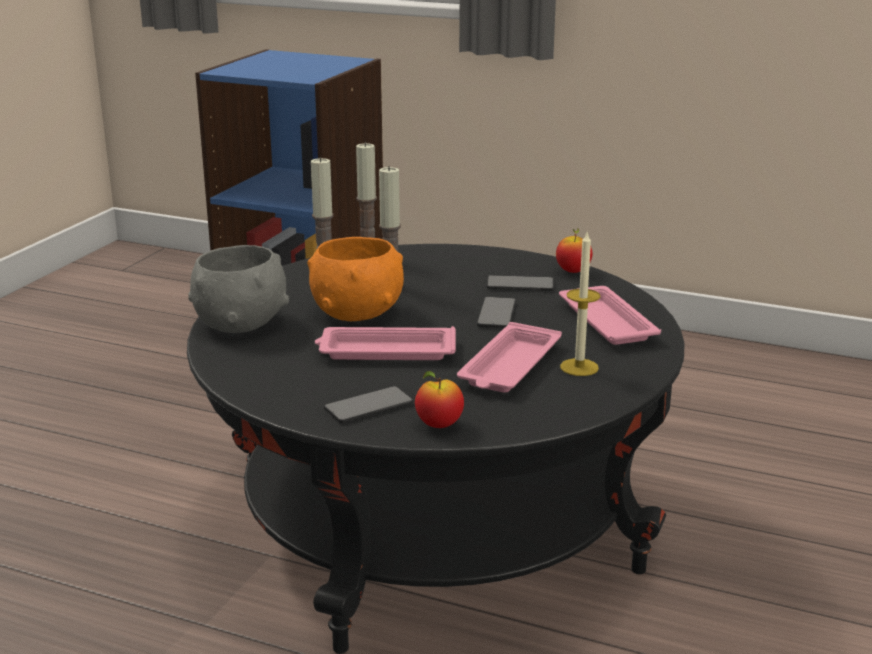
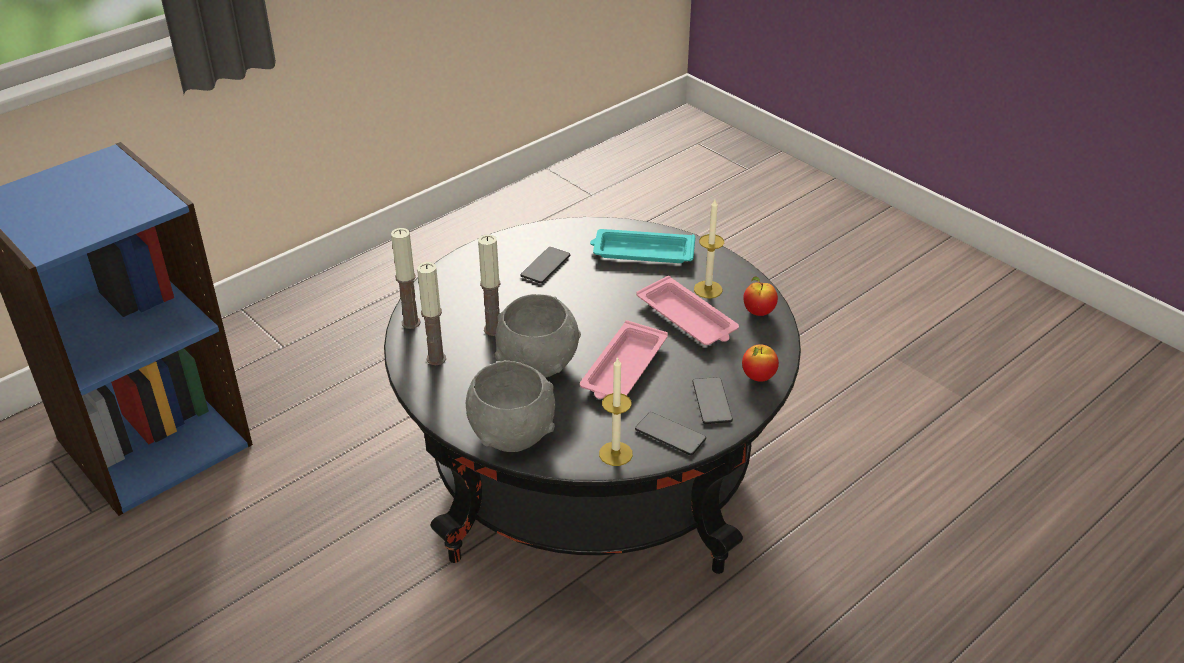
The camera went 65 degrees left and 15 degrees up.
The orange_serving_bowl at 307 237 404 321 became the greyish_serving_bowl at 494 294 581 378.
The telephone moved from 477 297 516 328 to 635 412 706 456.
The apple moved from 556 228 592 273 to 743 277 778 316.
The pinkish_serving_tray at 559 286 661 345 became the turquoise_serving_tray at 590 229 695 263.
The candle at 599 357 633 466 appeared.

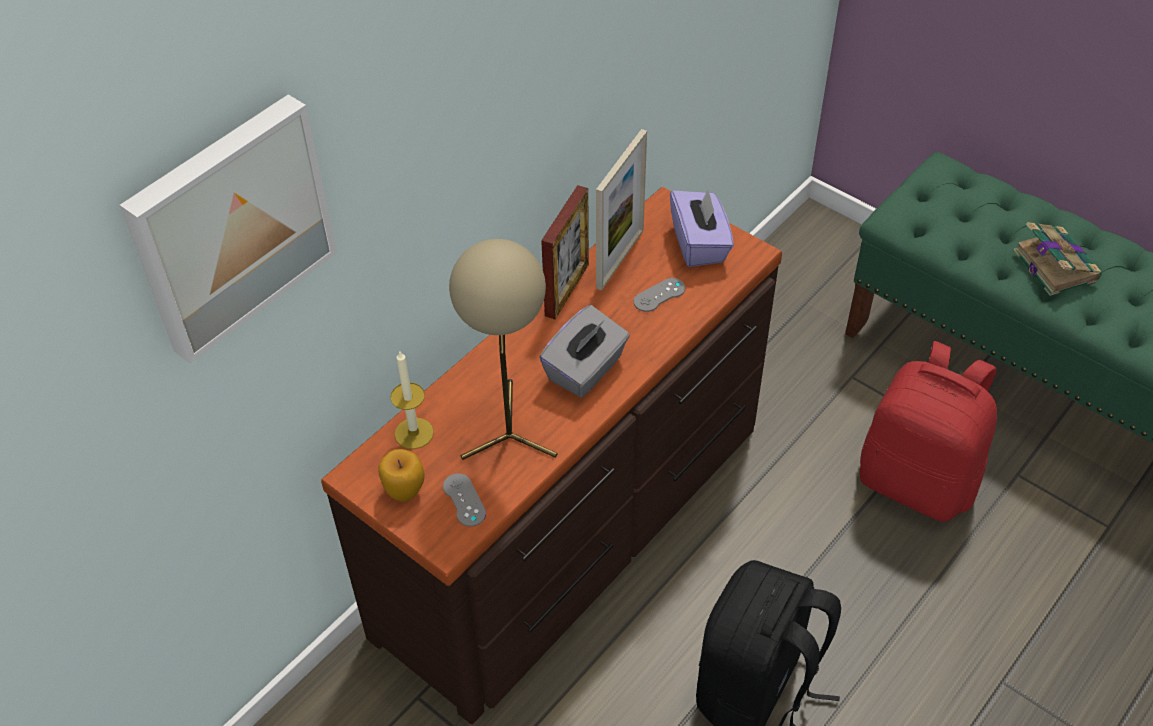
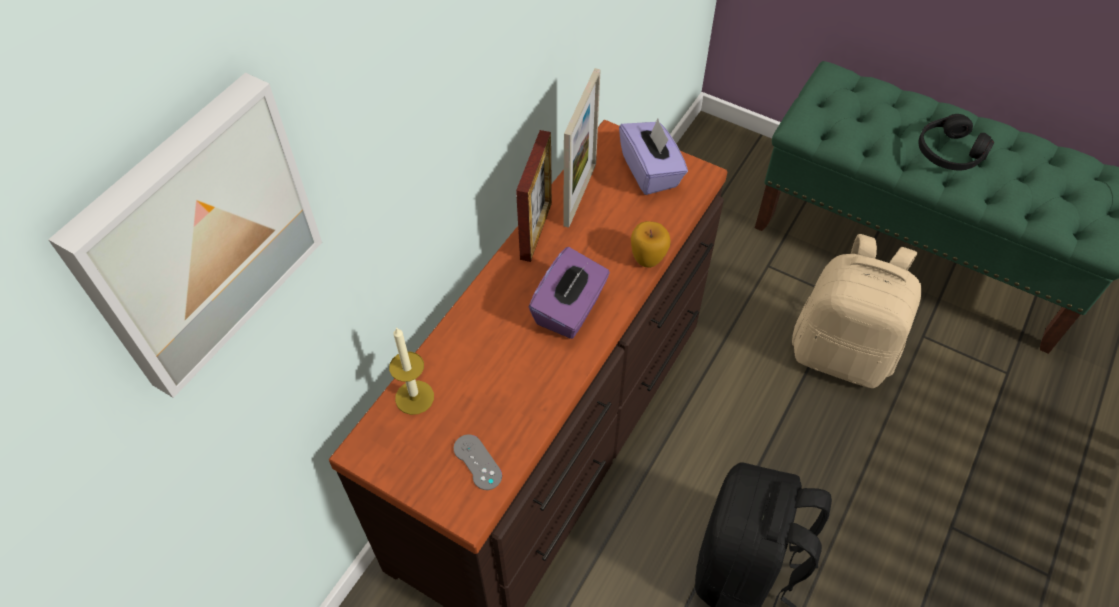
The camera went 10 degrees left and 5 degrees up.
The apple moved from 378 449 425 502 to 631 221 671 268.
The beige-coloured_table_lamp at 449 239 558 460 disappeared.
The greyish_tissue_holder at 539 305 630 398 became the purple-coloured_tissue_holder at 529 247 610 339.
The greyish_gamepad at 633 278 685 312 disappeared.
The red_rucksack at 860 341 997 522 became the beige-coloured_rucksack at 792 234 921 388.
The bound_book at 1013 222 1102 296 was replaced by the black-coloured_headphones at 918 114 994 170.

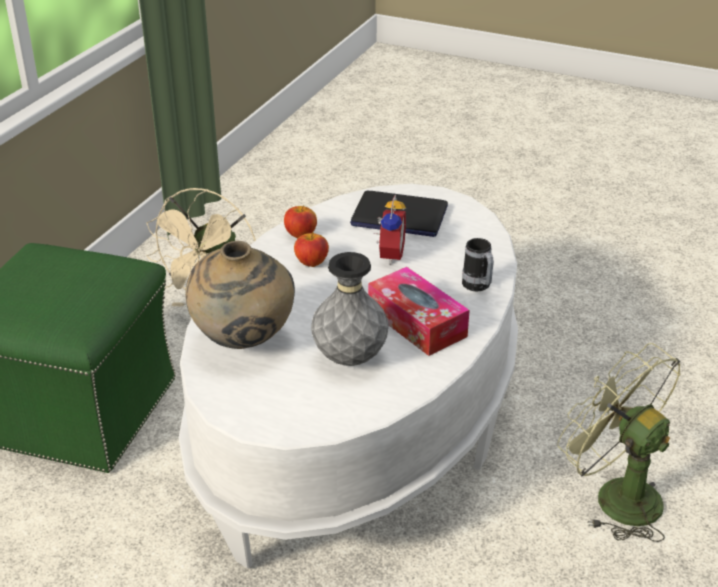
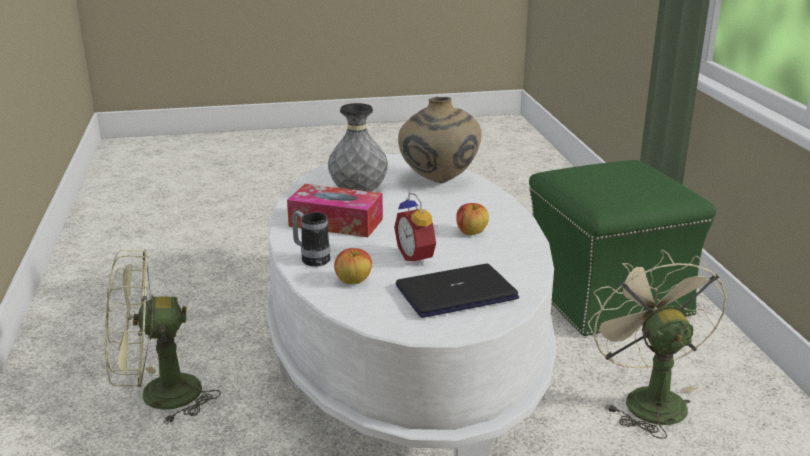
The camera went 145 degrees right and 10 degrees down.
The apple moved from 284 205 317 238 to 334 248 372 284.
The green-coloured_fan at 557 343 680 542 turned 150 degrees clockwise.

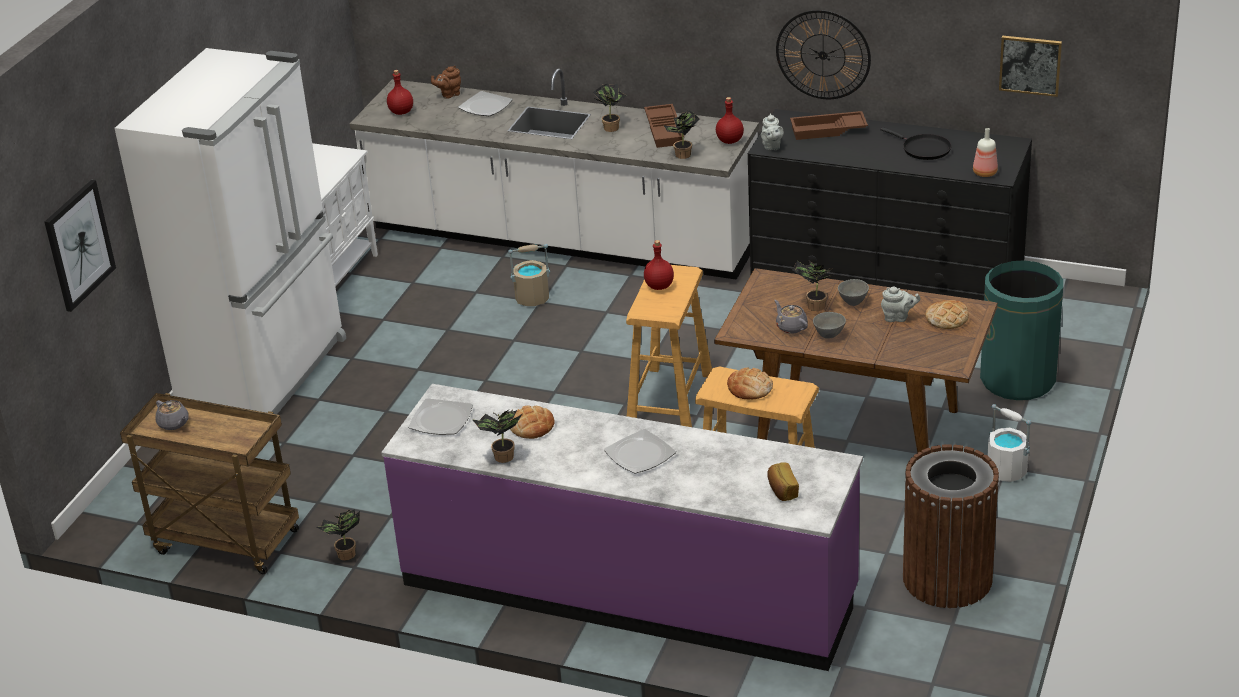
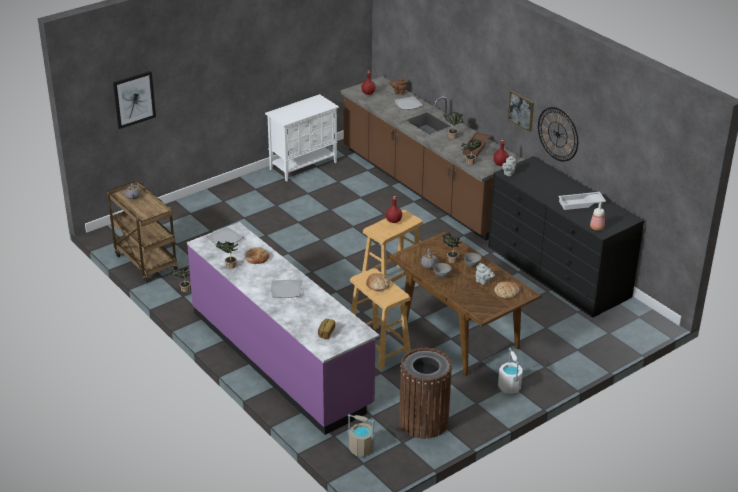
The camera went 30 degrees right and 0 degrees up.
The whitish_kitchen_fridge at 115 48 346 414 disappeared.
The whitish_counter at 350 68 759 280 became the brownish_counter at 340 76 524 240.
The beige-coloured_bucket moved from 508 244 550 306 to 348 414 375 457.
The brownish_serving_tray at 790 111 868 140 disappeared.
The black-coloured_pan at 880 127 951 160 was replaced by the whitish_serving_tray at 558 192 606 210.
The green-coloured_rubbish_bin at 980 260 1063 400 disappeared.
The picture moved from 999 36 1062 97 to 508 91 534 132.

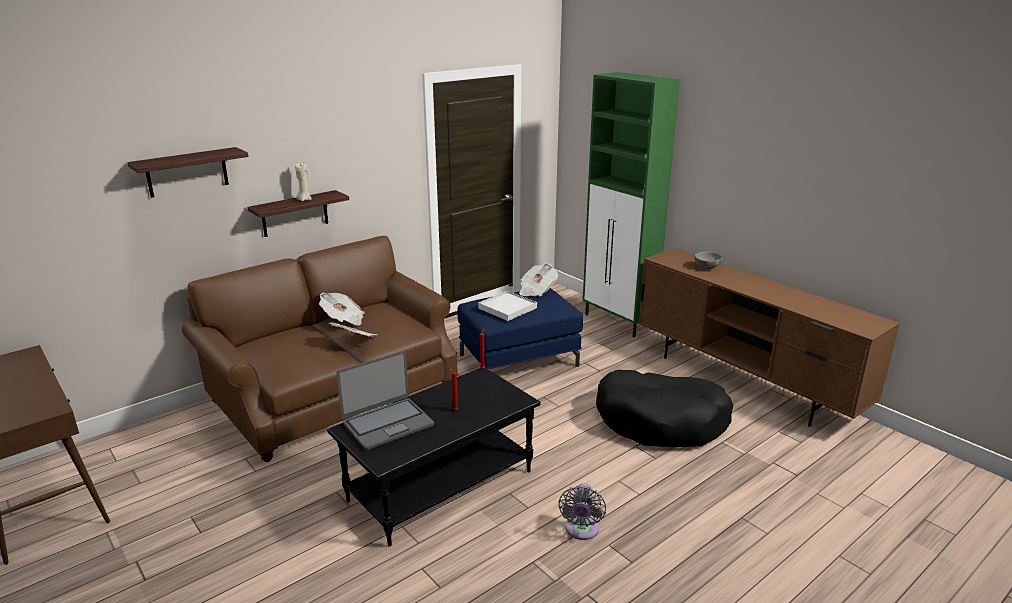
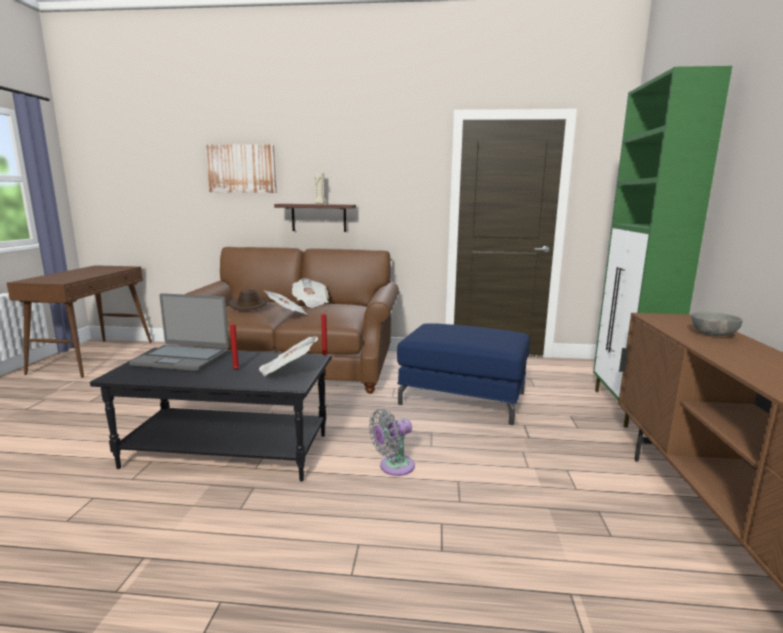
The camera went 45 degrees right and 10 degrees down.
The wall_shelf at 127 147 249 198 was replaced by the picture at 206 145 276 193.
The whitish_serving_tray at 478 291 537 321 disappeared.
The printed_paper moved from 519 263 558 296 to 259 336 318 376.
The greyish_fan moved from 559 483 606 540 to 369 409 415 476.
The black-coloured_pet_bed at 596 370 733 447 disappeared.
The brownish_hat at 228 289 270 311 appeared.

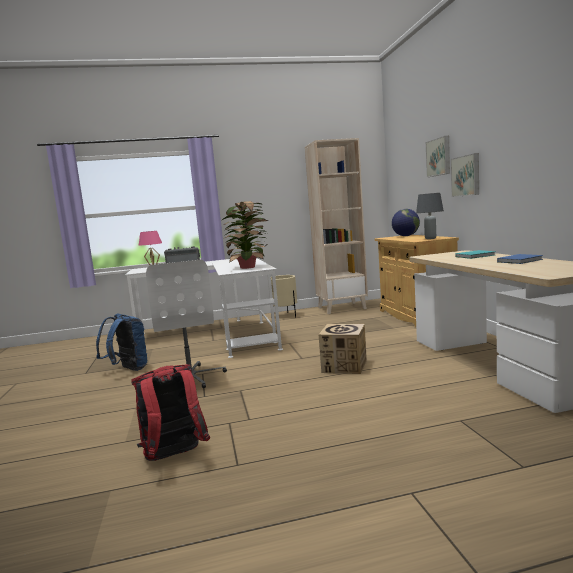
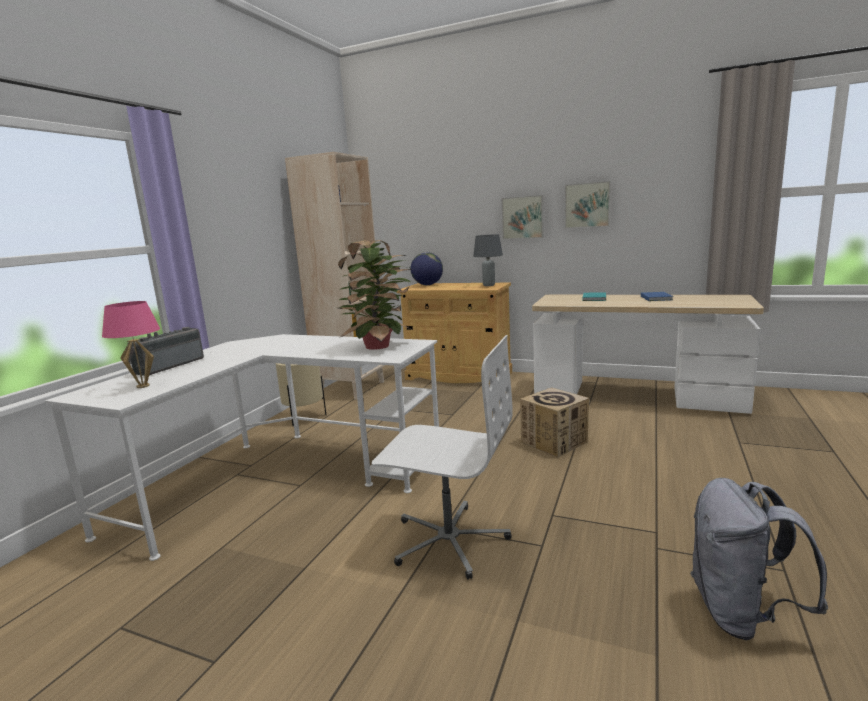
The camera went 55 degrees left and 5 degrees up.
The bluish_rucksack at 96 313 147 371 disappeared.
The red_rucksack at 131 364 210 461 became the greyish_rucksack at 690 478 828 640.
The picture moved from 426 136 450 177 to 565 181 611 229.

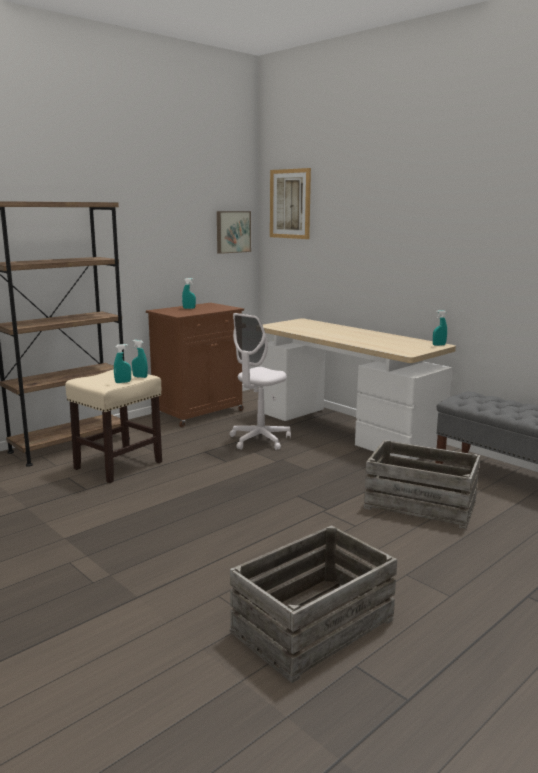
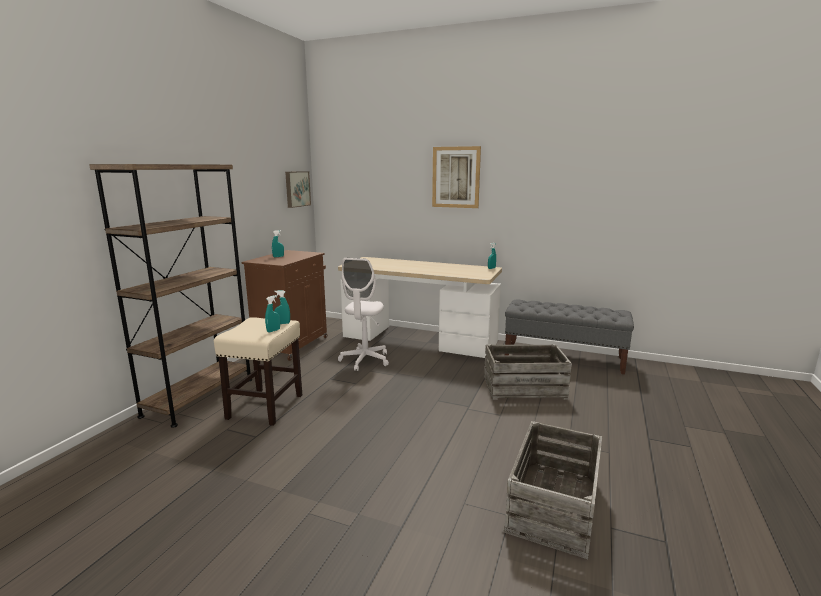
The camera went 25 degrees left and 0 degrees up.
The picture moved from 270 168 311 239 to 432 146 481 208.

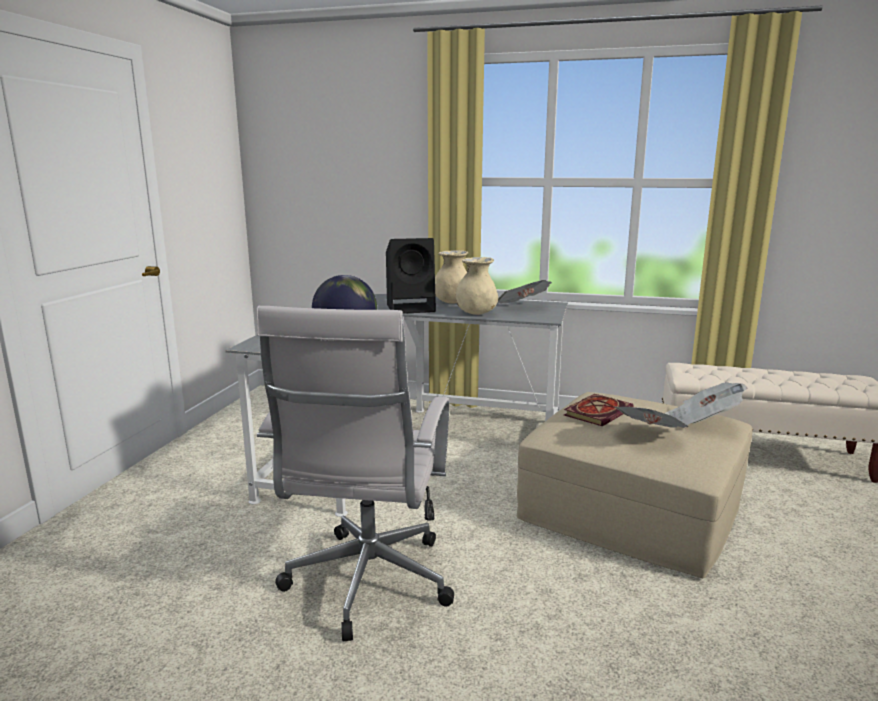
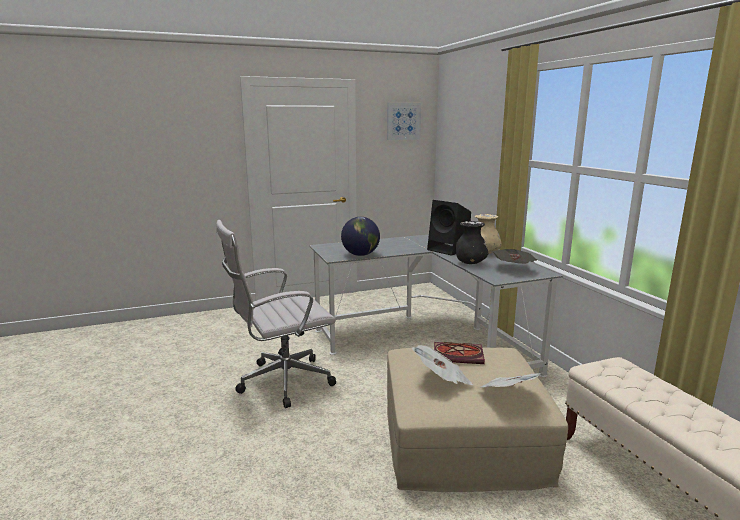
The camera went 55 degrees right and 0 degrees up.
The beige-coloured_vase at 456 257 498 315 became the black-coloured_vase at 456 221 488 264.
The picture at 387 103 421 140 appeared.

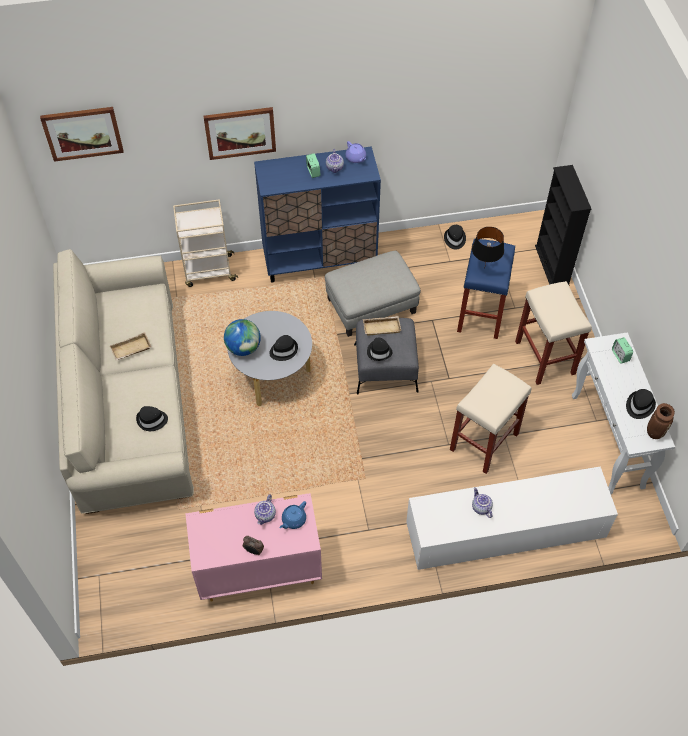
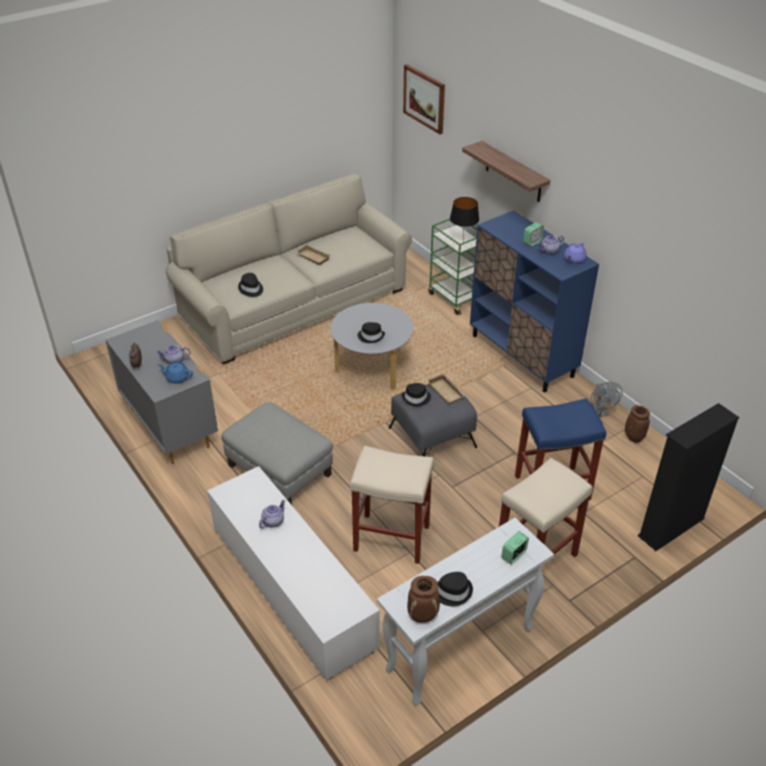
The camera went 65 degrees right and 15 degrees down.
The beige-coloured_trolley at 173 199 238 287 became the green-coloured_trolley at 428 219 477 315.
The pinkish_chest_of_drawers at 185 493 322 602 became the greyish_chest_of_drawers at 106 320 218 464.
The picture at 203 107 276 160 was replaced by the wall_shelf at 462 141 550 202.
The world_globe at 224 319 261 356 disappeared.
The greyish_footrest moved from 325 251 421 337 to 221 402 333 505.
The black-coloured_hat at 444 225 466 250 was replaced by the brownish_vase at 625 405 650 443.
The black-coloured_table_lamp moved from 472 227 504 265 to 450 197 479 238.
The greyish_fan at 591 382 622 417 appeared.

